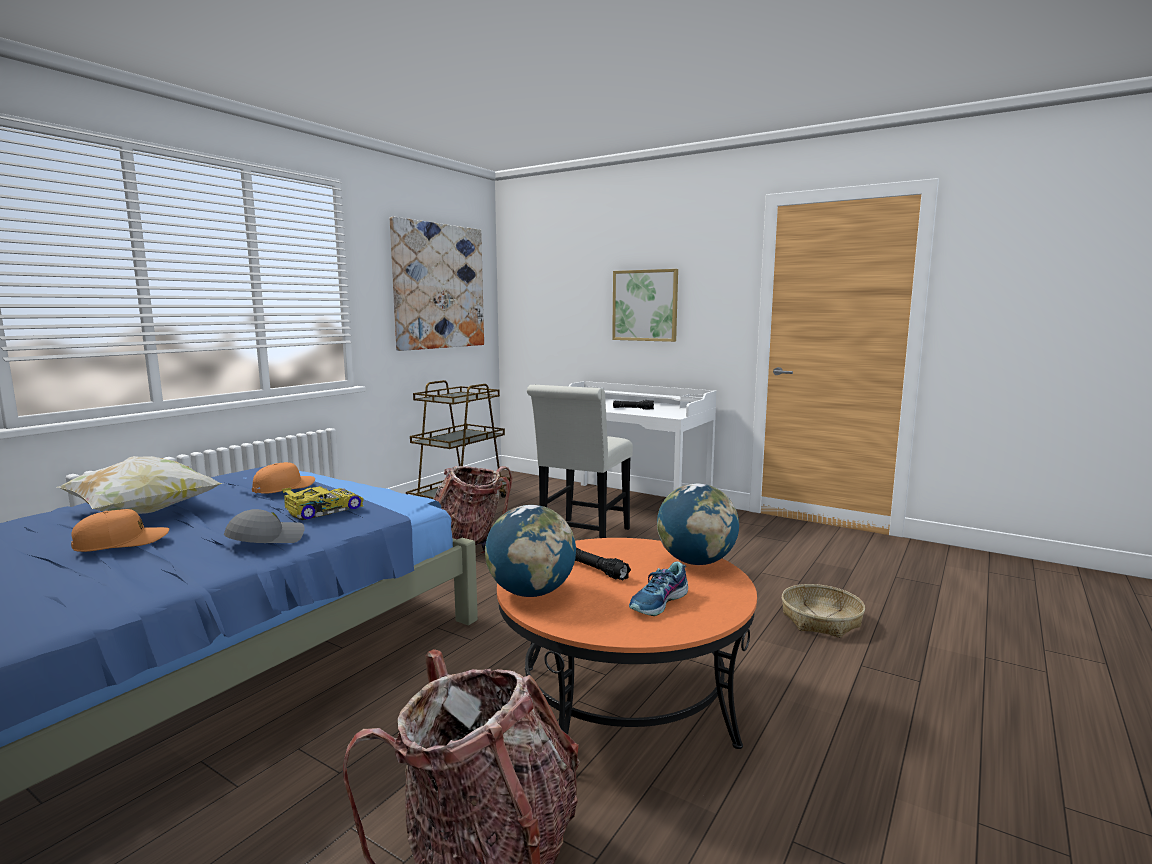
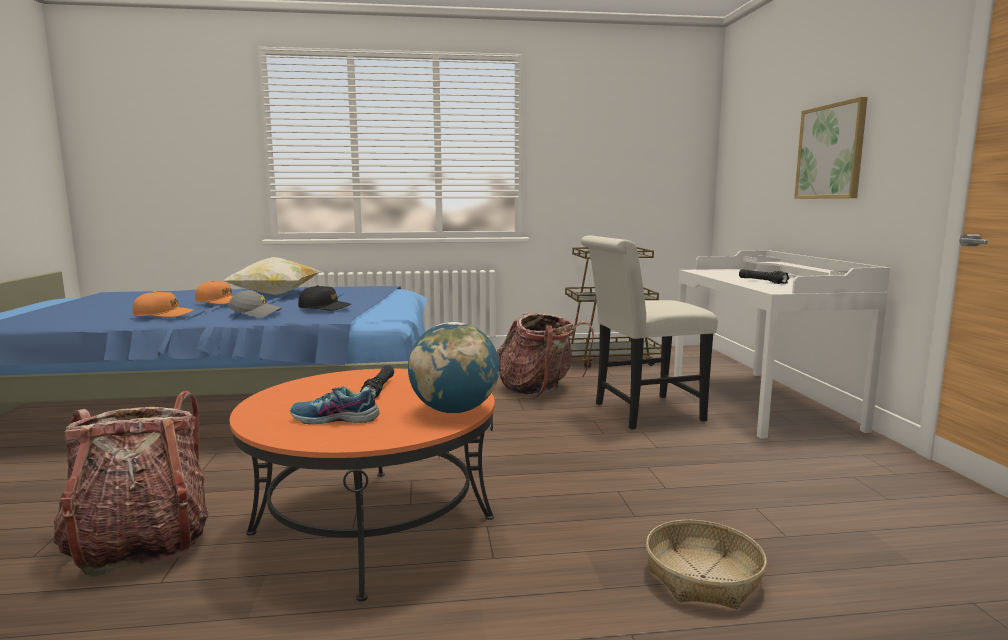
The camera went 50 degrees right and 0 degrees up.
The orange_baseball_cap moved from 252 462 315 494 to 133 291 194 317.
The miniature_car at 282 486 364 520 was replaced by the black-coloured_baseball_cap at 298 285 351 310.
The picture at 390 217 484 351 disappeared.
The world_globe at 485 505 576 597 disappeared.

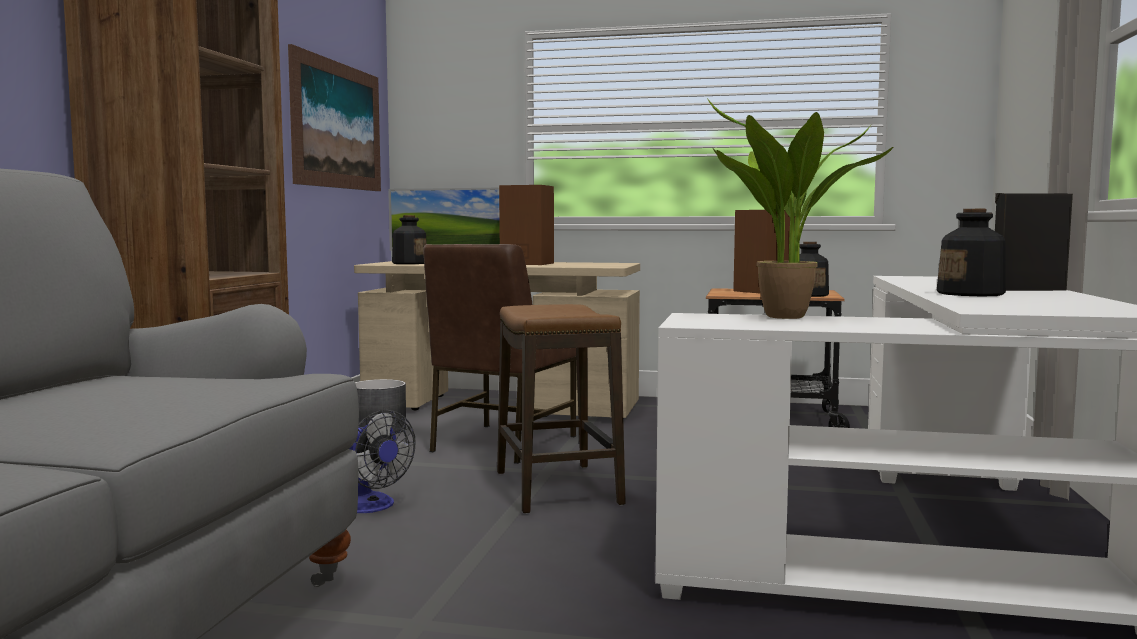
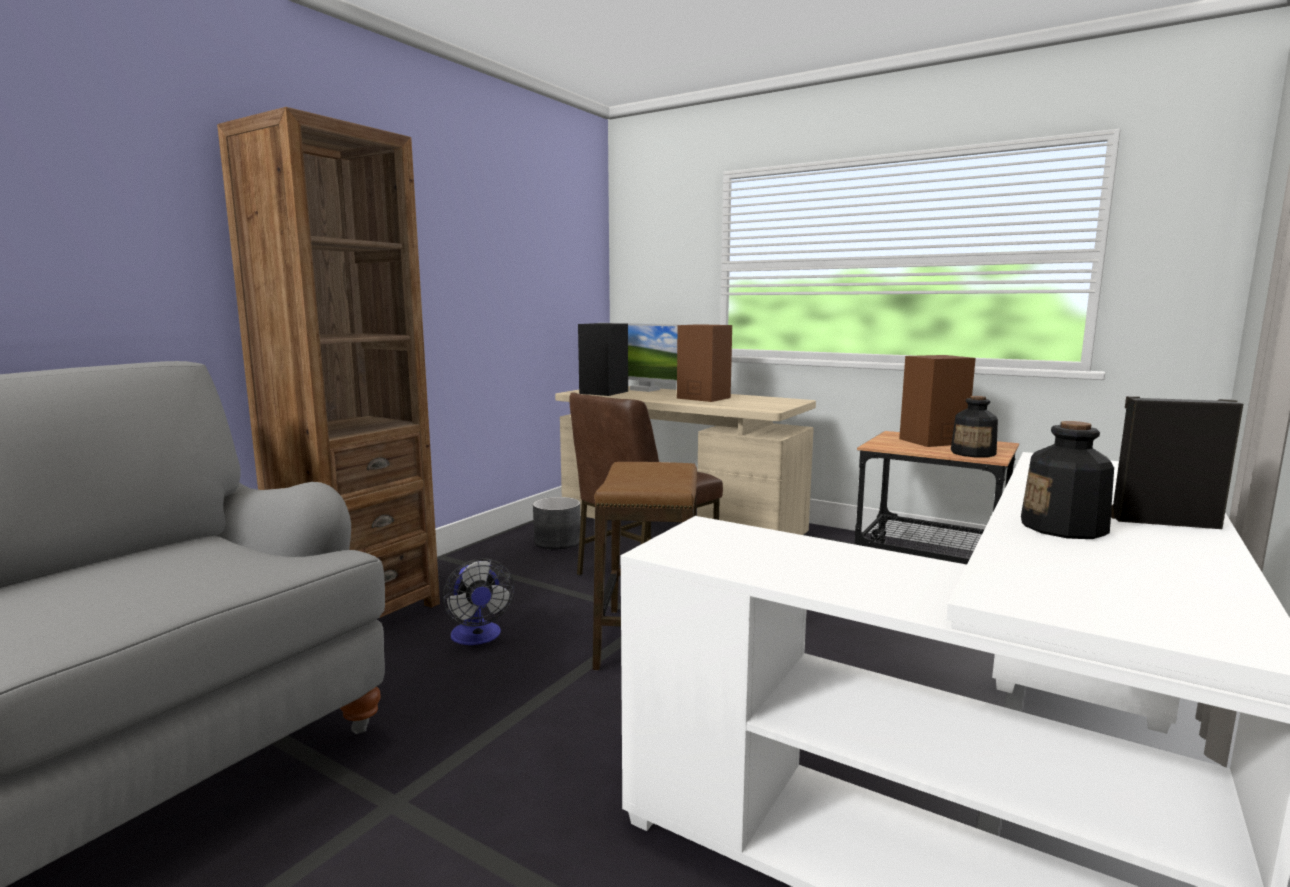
The camera went 20 degrees right and 5 degrees up.
The picture at 288 44 381 191 disappeared.
The bottle at 392 215 427 264 was replaced by the black-coloured_loudspeaker at 578 323 628 396.
The potted_plant at 707 98 893 319 disappeared.

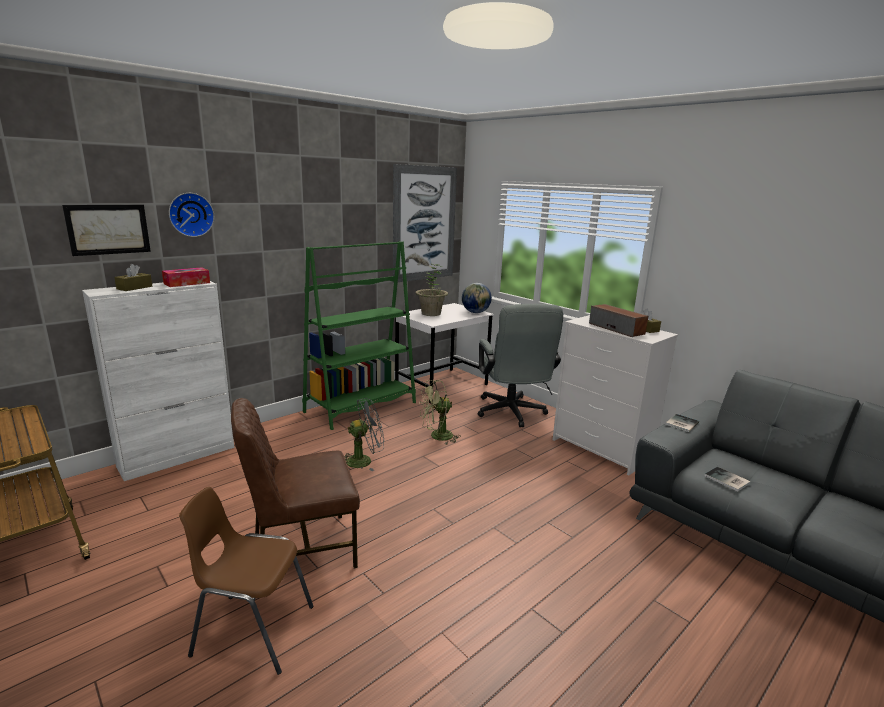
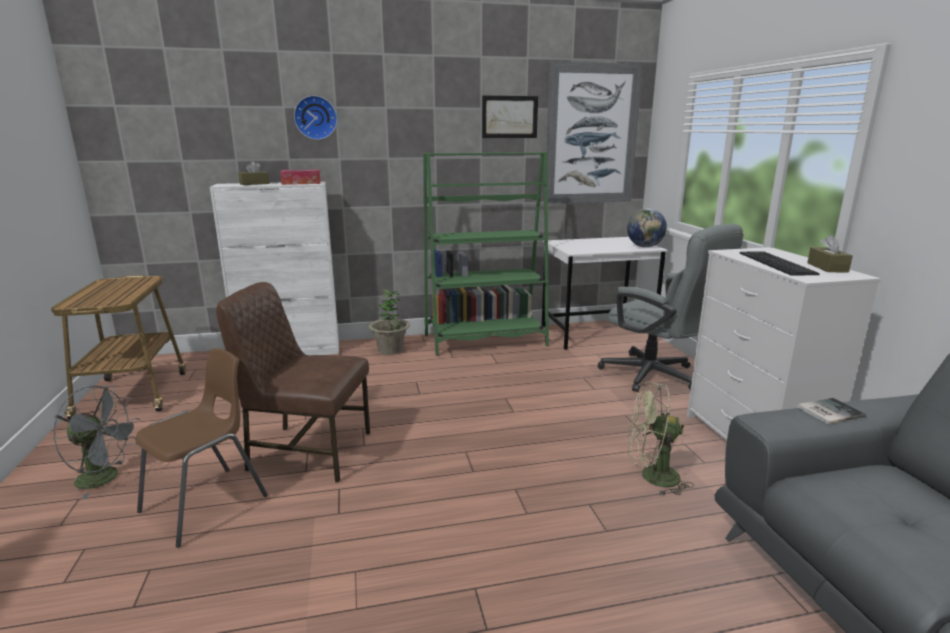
The camera went 30 degrees right and 0 degrees up.
The picture moved from 62 205 151 256 to 482 96 538 138.
The brownish_chair at 179 487 313 675 turned 90 degrees clockwise.
The greyish_fan moved from 344 398 384 471 to 53 386 140 499.
The potted_plant moved from 415 263 448 316 to 368 289 410 355.
The green-coloured_fan moved from 419 380 461 445 to 628 381 694 496.
The greyish_desk_chair at 478 304 563 427 turned 60 degrees counterclockwise.
The loudspeaker at 589 304 648 337 was replaced by the keyboard at 740 251 820 276.
The bound_book at 704 467 751 491 disappeared.

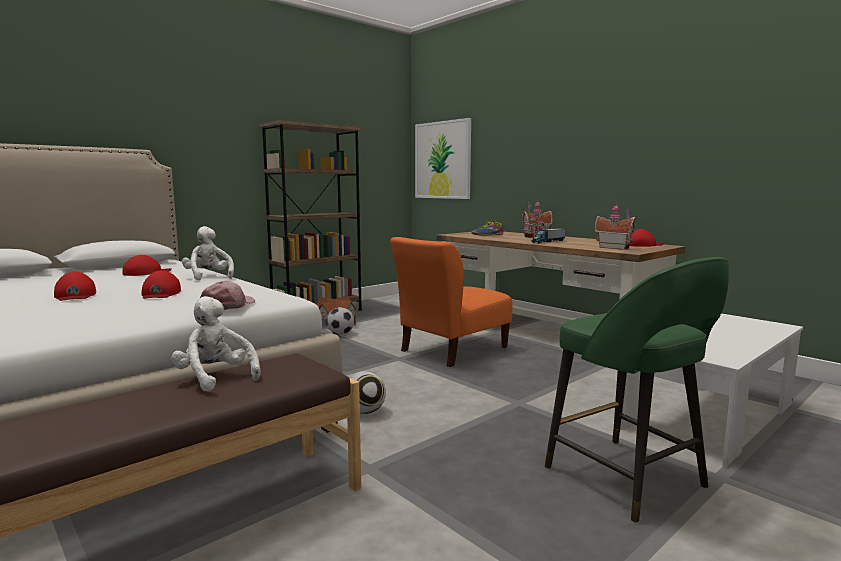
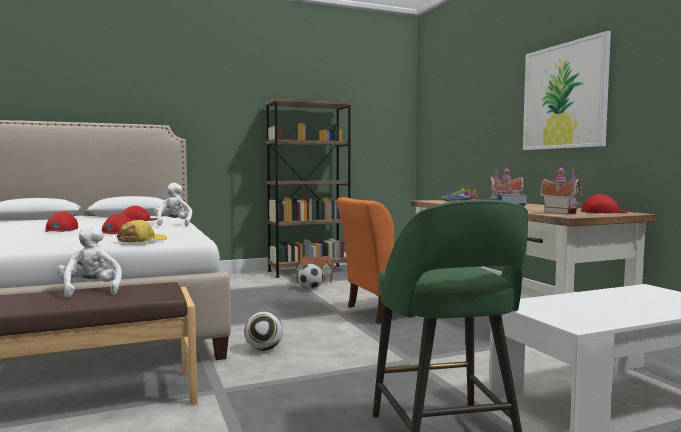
The camera went 20 degrees right and 5 degrees down.
The pinkish_baseball_cap at 200 281 255 310 became the yellow_baseball_cap at 116 220 167 242.
The picture moved from 415 118 471 199 to 523 31 611 150.

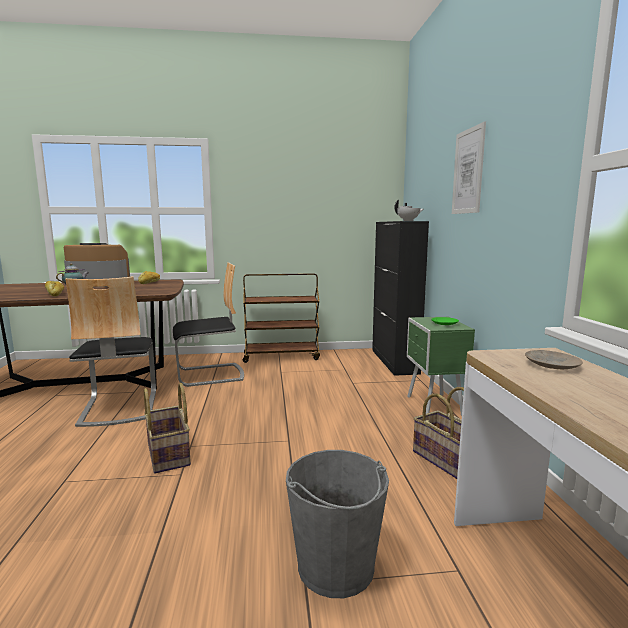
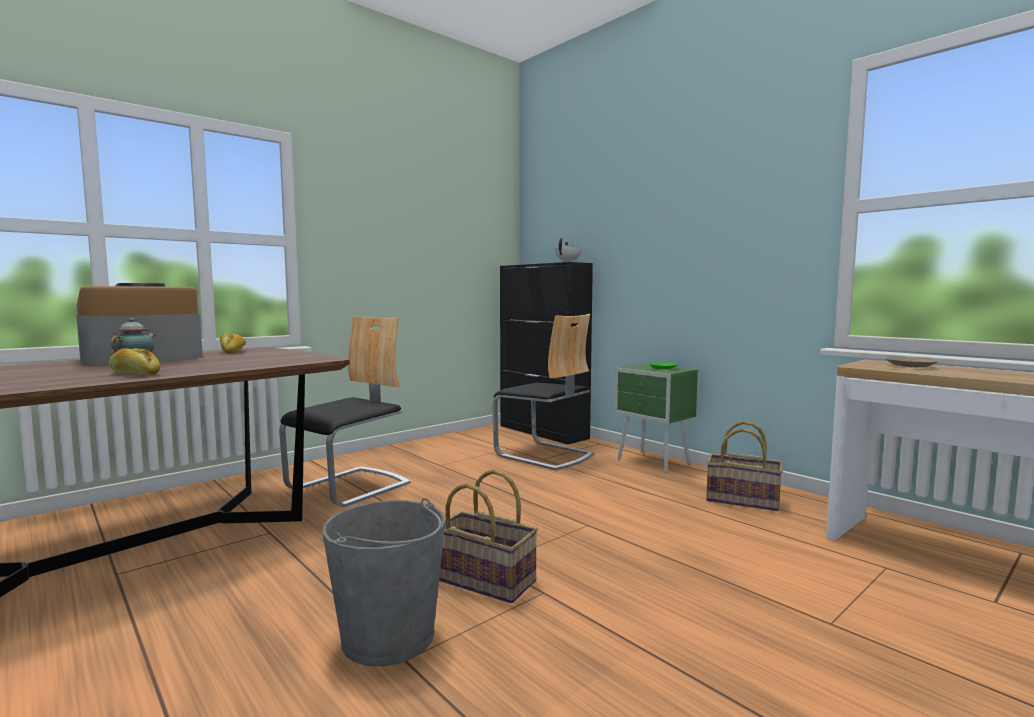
The camera went 35 degrees left and 5 degrees down.
The chair moved from 65 276 156 427 to 492 314 595 470.
The brownish_trolley at 243 273 320 363 disappeared.
The greyish_bucket moved from 286 450 389 598 to 322 498 446 666.
The picture at 452 121 486 214 disappeared.

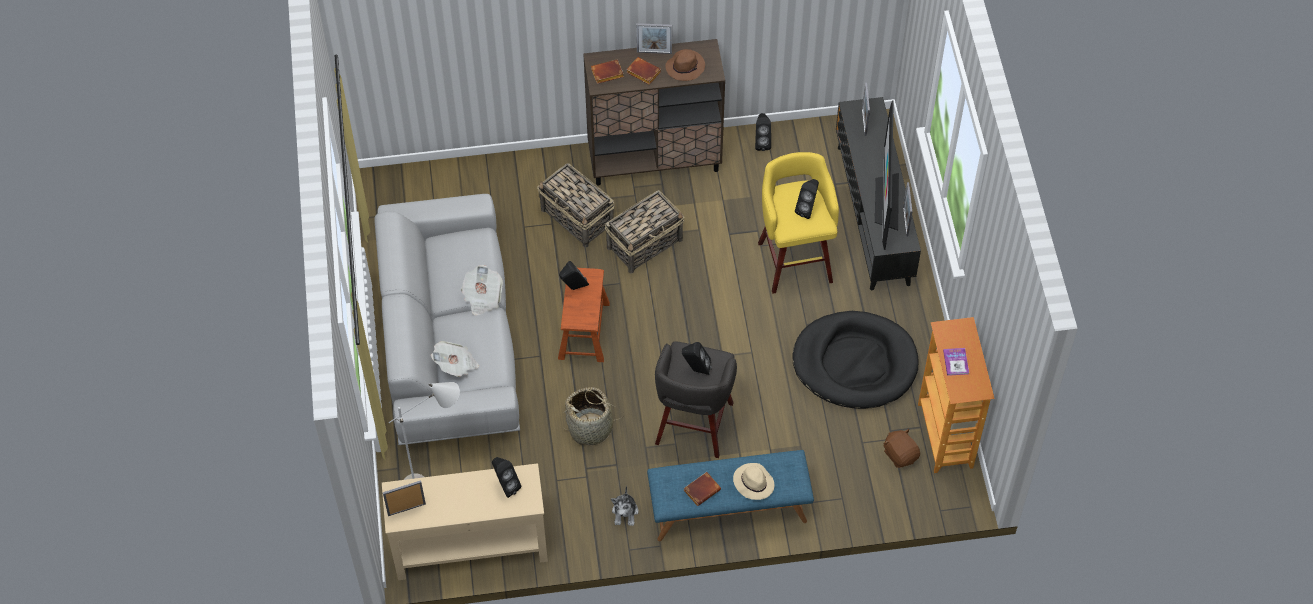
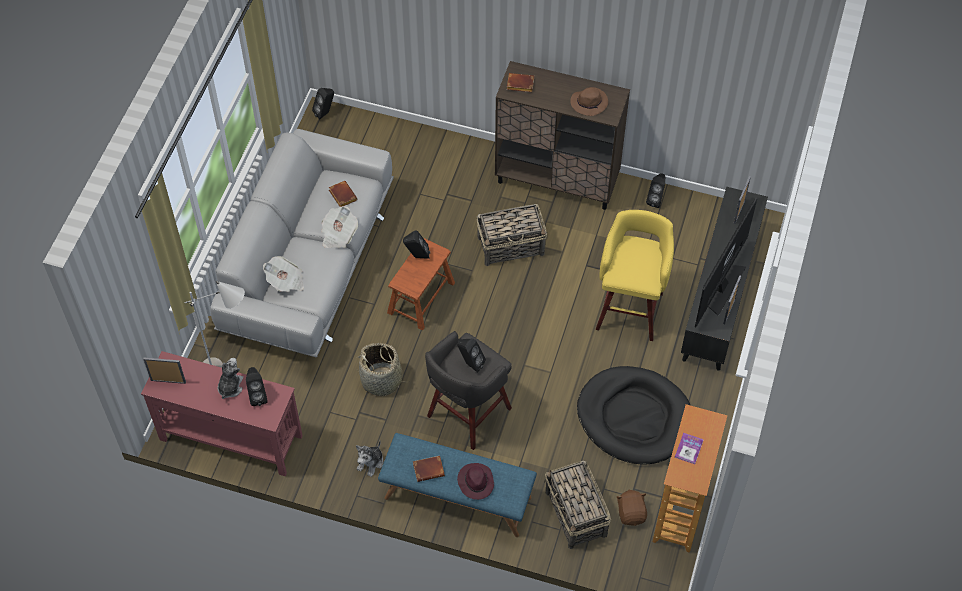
The camera went 25 degrees right and 0 degrees up.
The beige-coloured_console_table at 382 463 548 580 became the red_console_table at 141 351 303 476.
The household_basket moved from 537 163 614 248 to 544 460 611 549.
The brownish_bound_book moved from 626 57 661 85 to 329 181 357 207.
The photo_frame at 636 23 672 54 disappeared.
The beige-coloured_hat at 733 463 774 500 became the purple-coloured_hat at 457 463 494 500.
The black-coloured_loudspeaker moved from 795 179 819 219 to 312 88 334 119.
The cuddly_toy at 218 358 243 399 appeared.

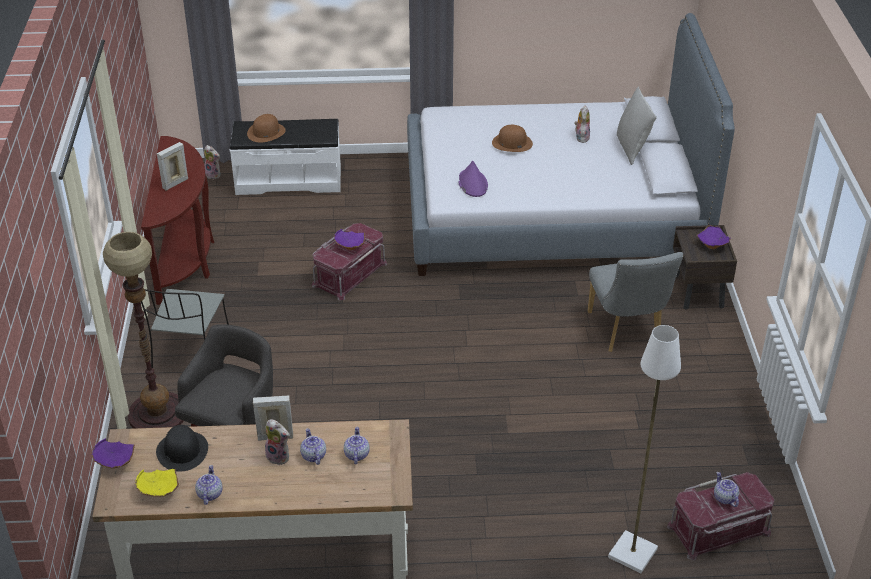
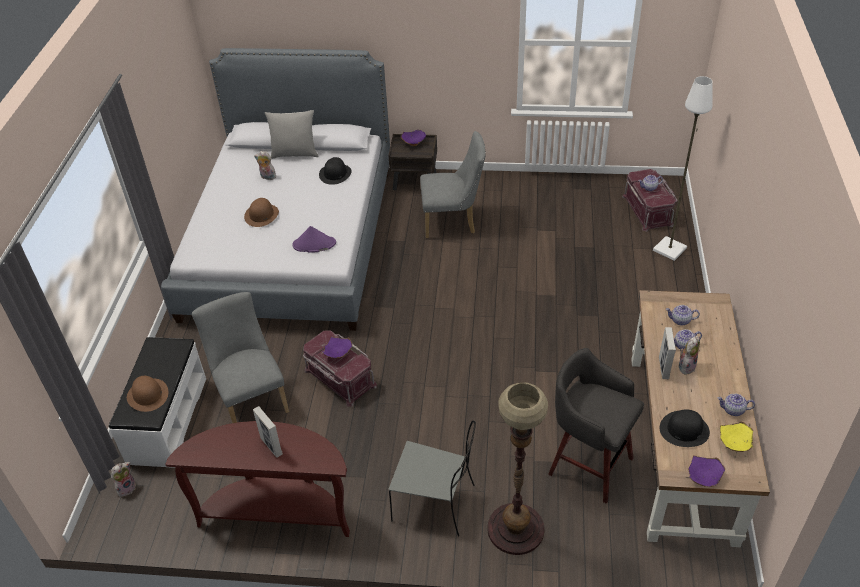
The camera went 80 degrees left and 5 degrees up.
The greyish_chair at 192 292 289 423 appeared.
The black-coloured_hat at 319 157 352 185 appeared.

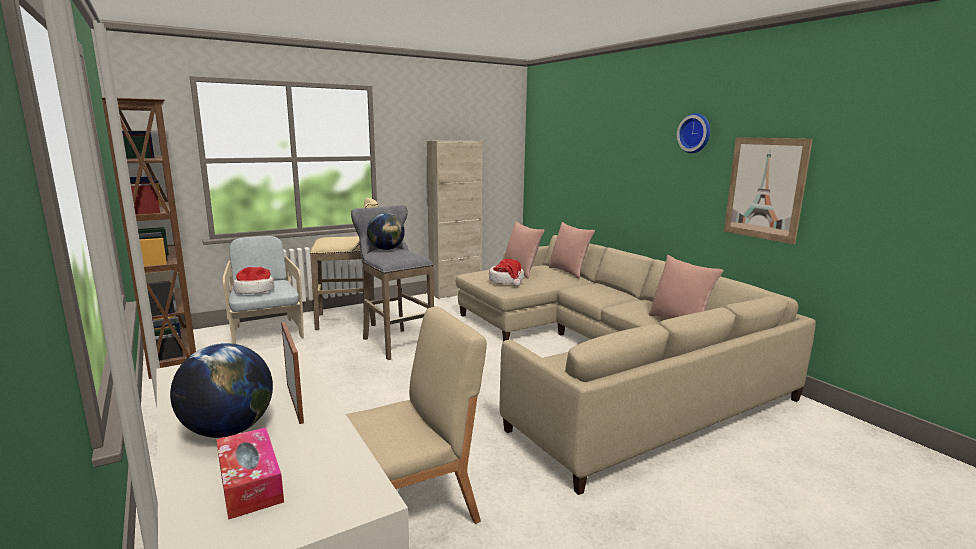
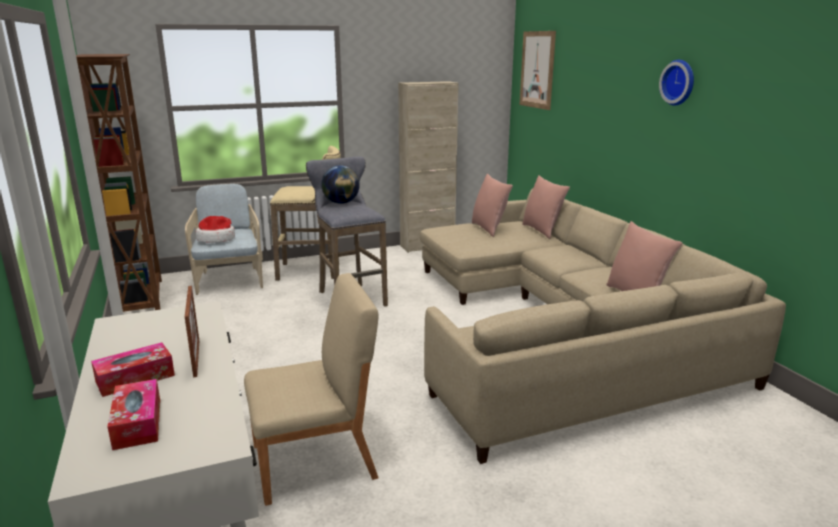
The camera went 10 degrees right and 5 degrees up.
The world_globe at 170 343 273 438 was replaced by the tissue_holder at 91 342 175 397.
The hat at 489 259 524 287 disappeared.
The picture moved from 724 137 813 244 to 520 31 556 110.

